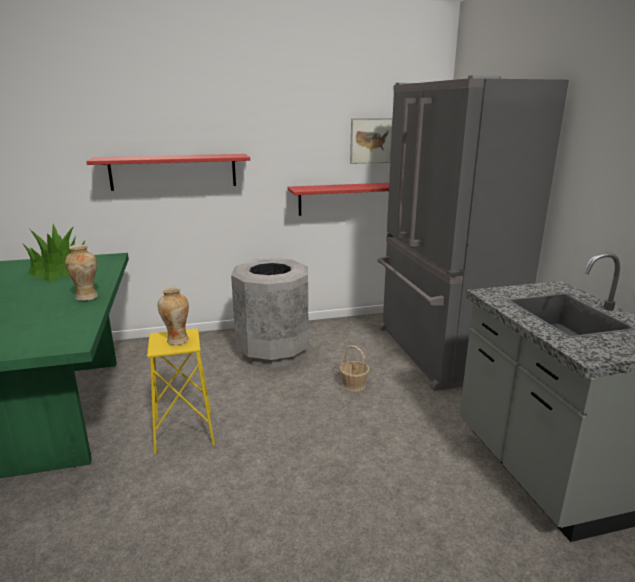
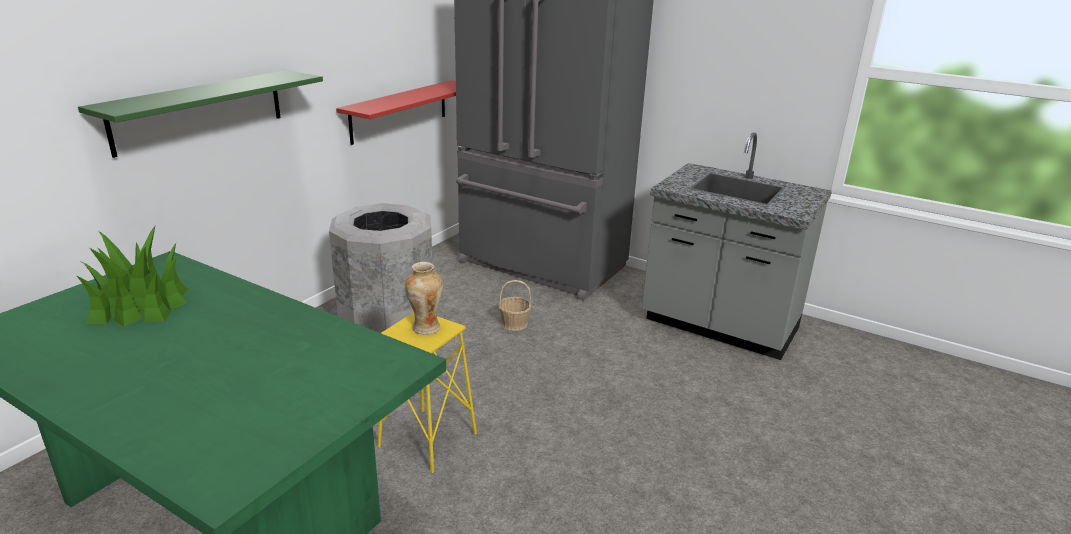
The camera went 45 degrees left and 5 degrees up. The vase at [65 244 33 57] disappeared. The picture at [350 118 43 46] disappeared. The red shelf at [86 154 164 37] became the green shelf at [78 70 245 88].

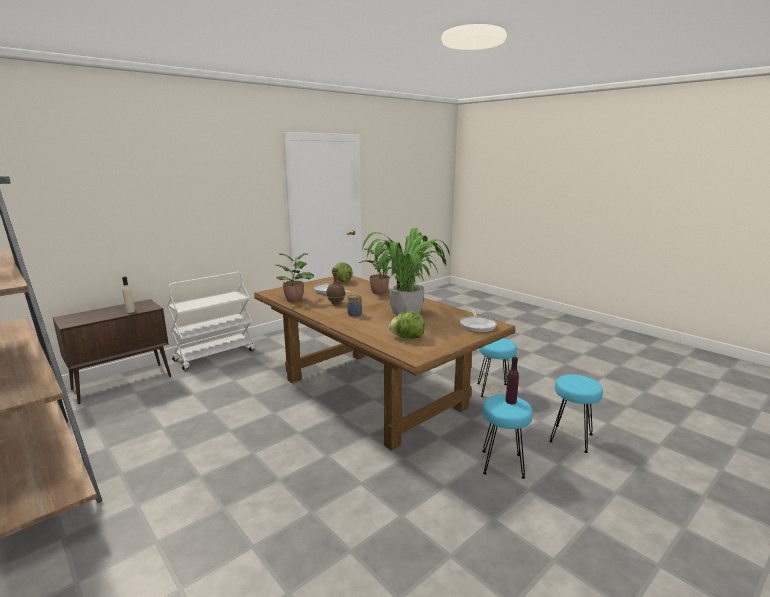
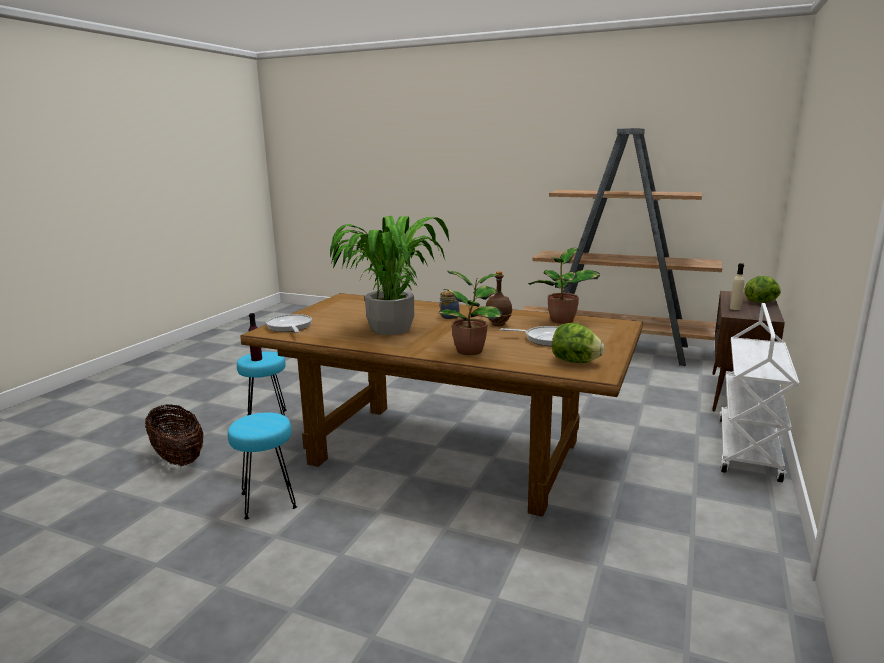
The camera went 155 degrees right and 0 degrees up. The lettuce moved from [389 311 36 28] to [744 276 37 27]. The turquoise stool at [549 374 54 79] was replaced by the basket at [145 404 59 62].

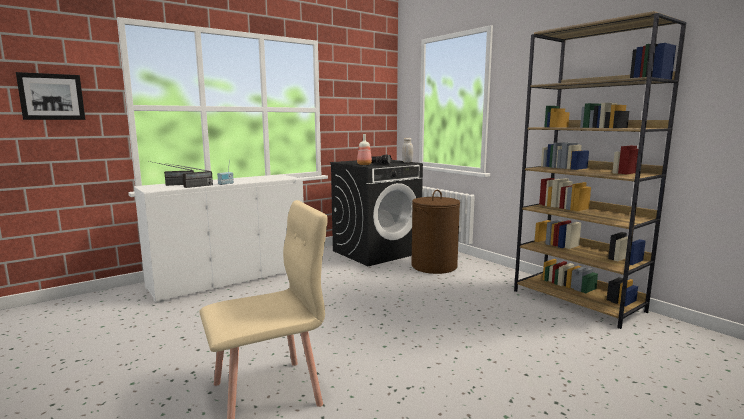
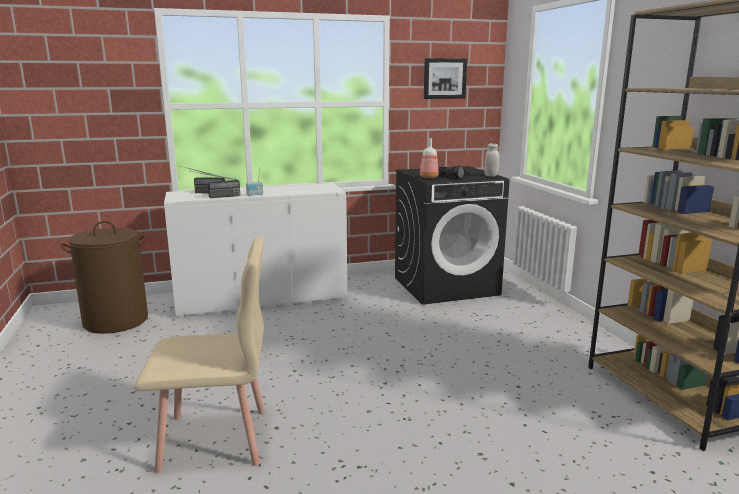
The camera went 20 degrees right and 5 degrees up. The picture moved from [16 72 69 48] to [424 58 43 41]. The brown laundry basket moved from [411 190 49 84] to [60 221 88 113].

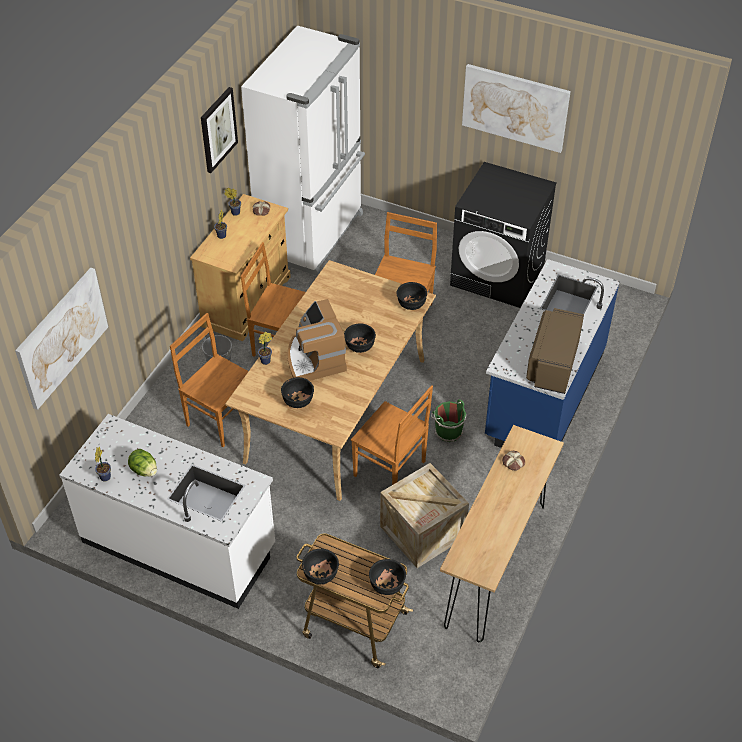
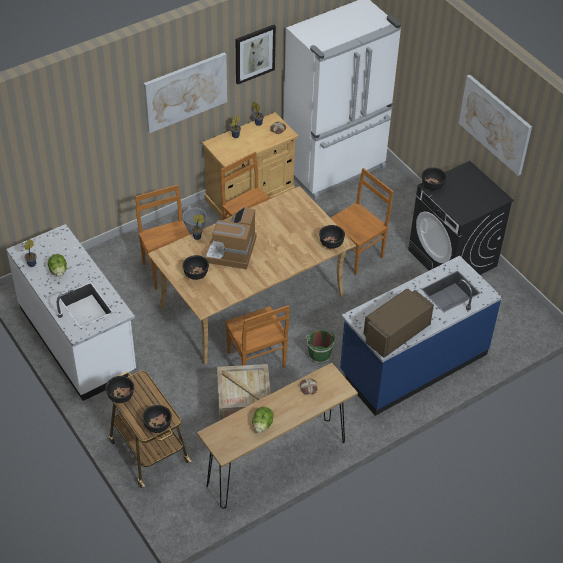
The camera went 30 degrees right and 0 degrees up. The lettuce at [252 407 22 26] appeared. The picture moved from [15 268 93 142] to [144 52 83 81]. The black bowl moved from [344 324 32 29] to [422 168 25 22].

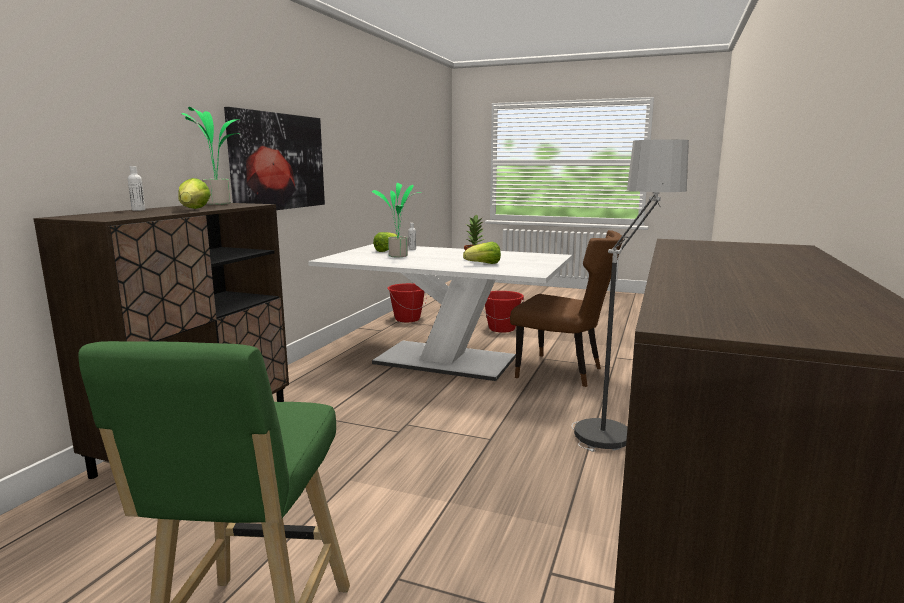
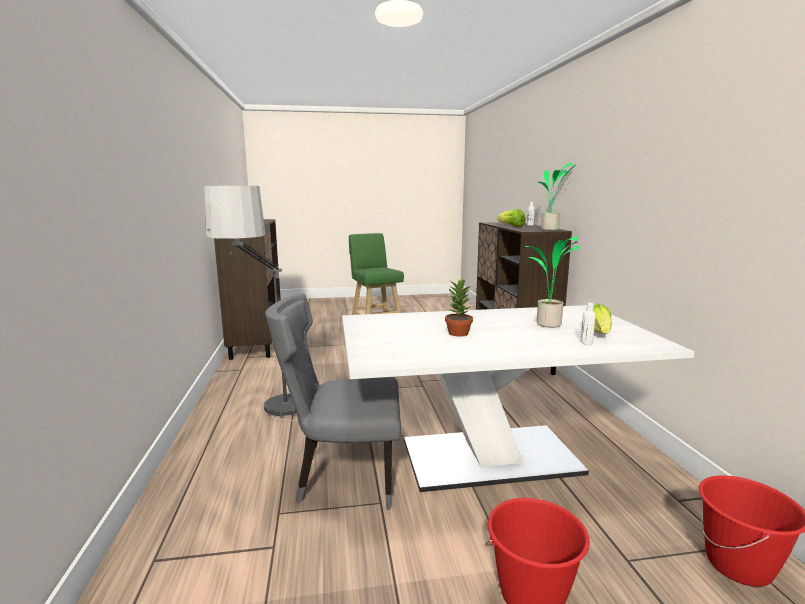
The camera went 150 degrees right and 0 degrees up. The picture at [224 107 101 103] disappeared. The lettuce at [463 242 38 22] disappeared. The brown chair at [510 230 113 157] became the grey chair at [265 293 136 217].

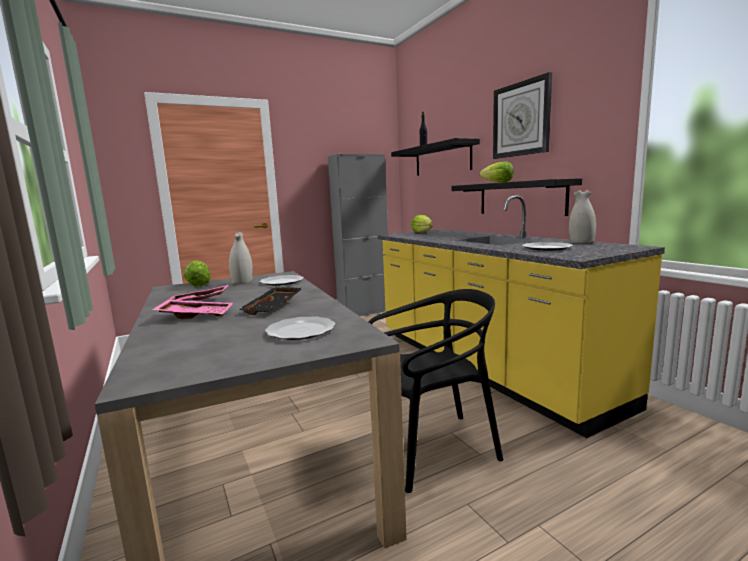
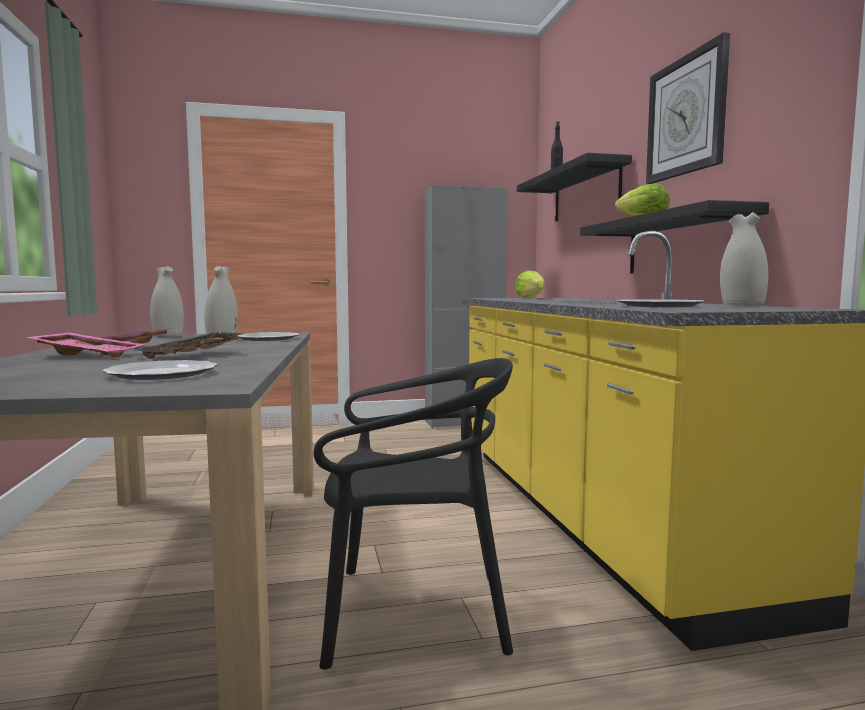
The camera went 15 degrees right and 5 degrees down. The lettuce at [184 261 27 25] was replaced by the white vase at [150 266 34 71].

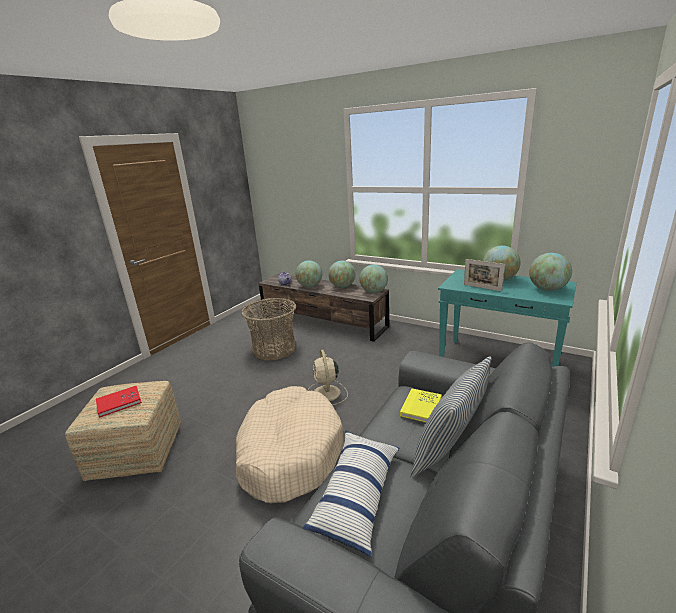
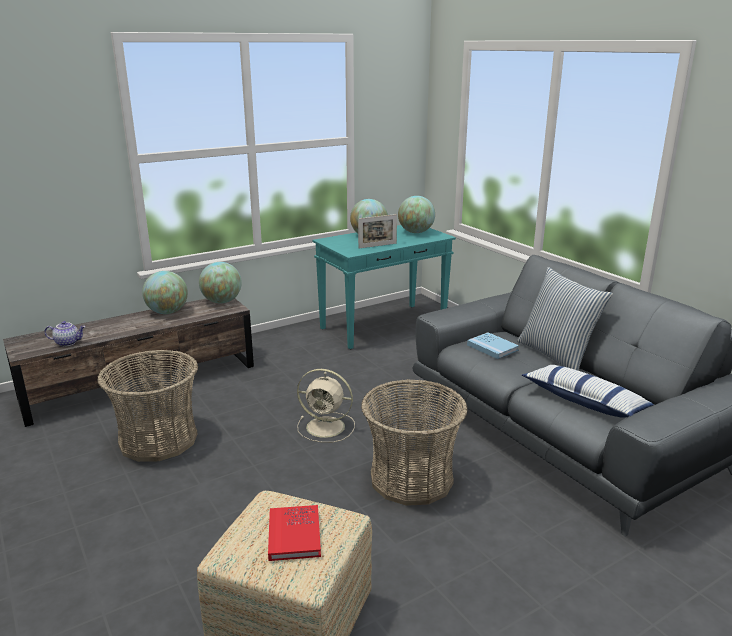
The camera went 65 degrees left and 0 degrees up. The globe at [296 260 26 27] disappeared. The beige dog bed at [236 386 108 117] was replaced by the basket at [361 379 106 127]. The yellow book at [400 388 42 34] became the blue book at [467 332 52 27].

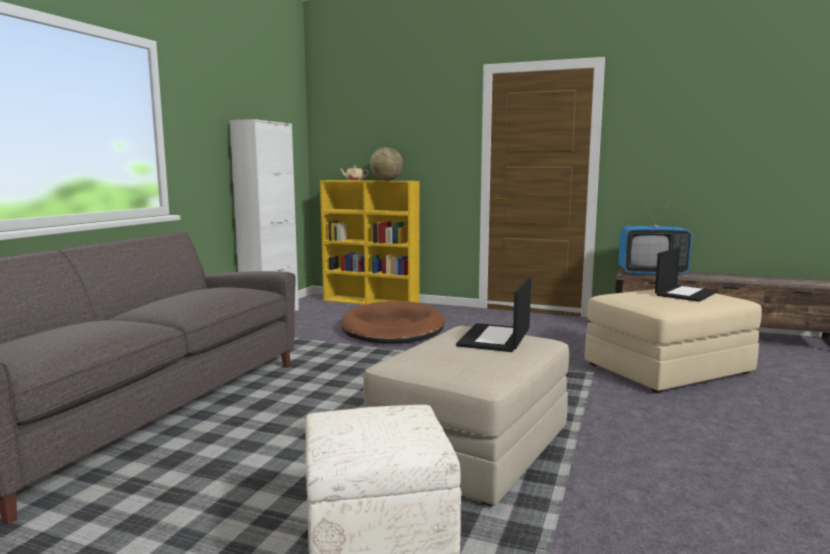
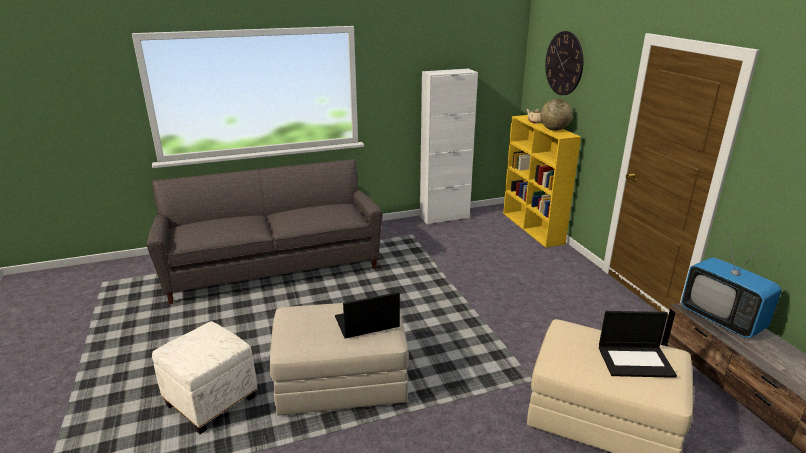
The camera went 50 degrees right and 15 degrees up. The brown dog bed at [341 301 103 43] disappeared. The wall clock at [545 31 39 64] appeared.

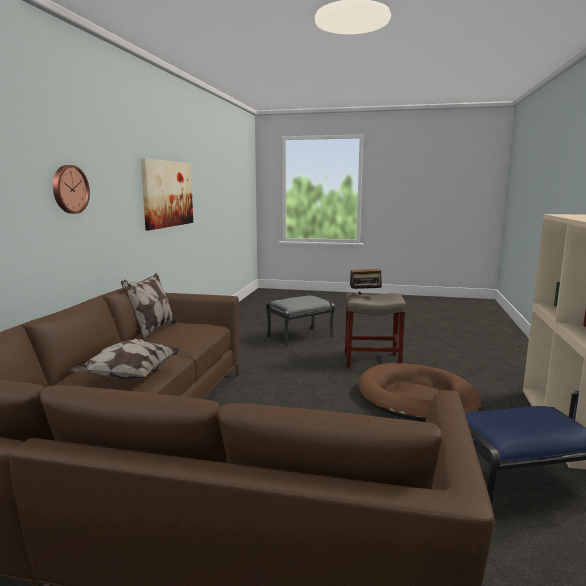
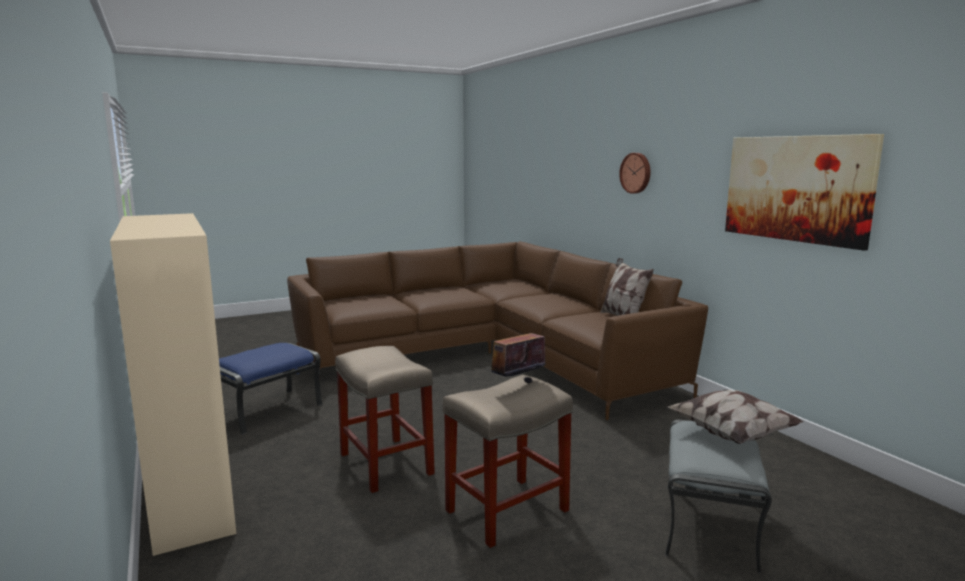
The camera went 140 degrees right and 0 degrees up. The pillow moved from [70 339 111 40] to [668 390 136 54]. The brown dog bed at [359 363 123 59] was replaced by the beige stool at [335 346 100 147].

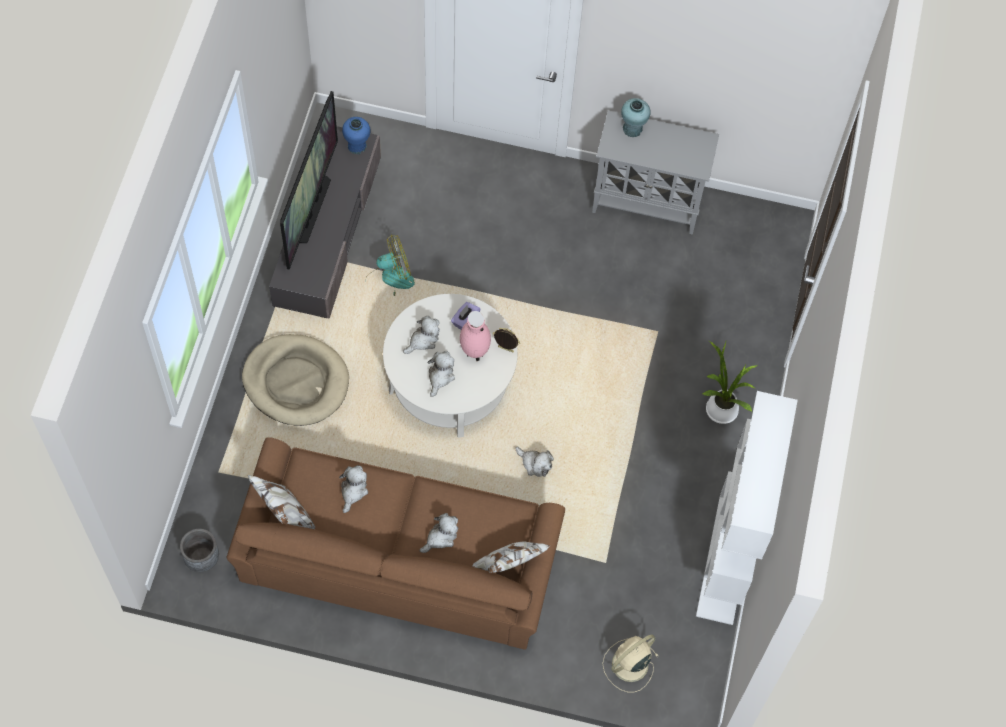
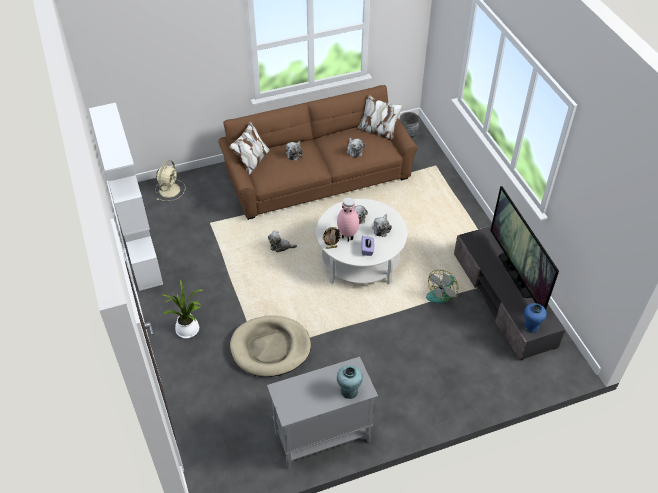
The camera went 150 degrees right and 15 degrees down. The beige dog bed moved from [242 334 107 92] to [230 315 81 62].

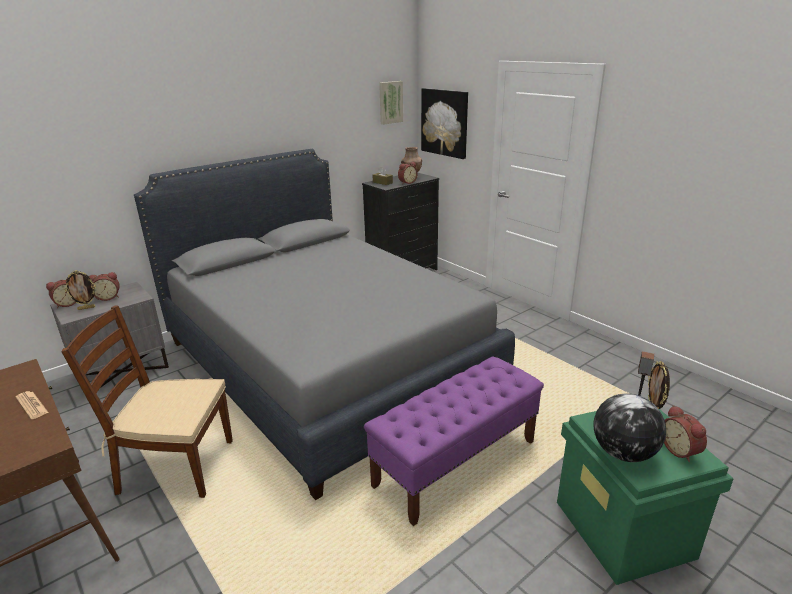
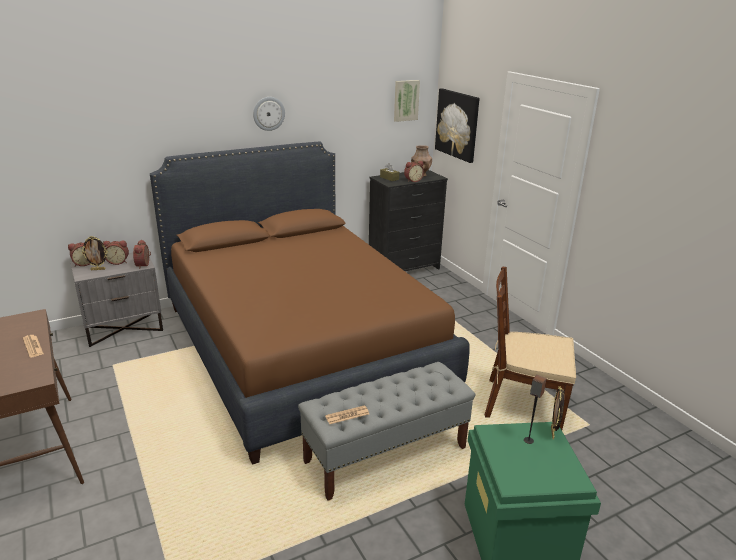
The camera went 10 degrees right and 0 degrees up. The globe at [593 393 73 69] disappeared. The wall clock at [253 97 32 34] appeared. The newspaper at [325 405 44 19] appeared. The brown chair moved from [61 306 172 192] to [484 267 92 163]. The alarm clock moved from [664 405 43 57] to [133 240 18 29]. The grey bed at [134 149 381 351] became the brown bed at [150 141 320 324]. The purple bench at [364 356 180 170] became the grey bench at [298 362 177 139].

